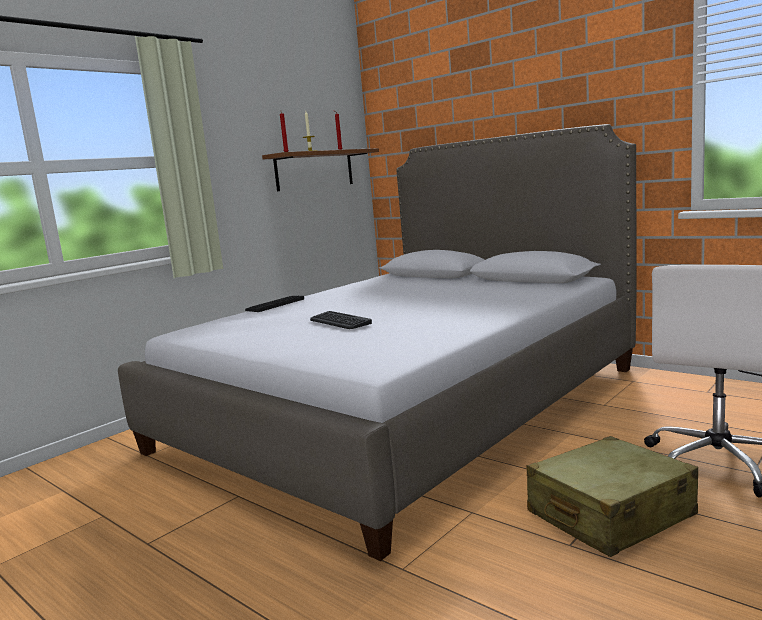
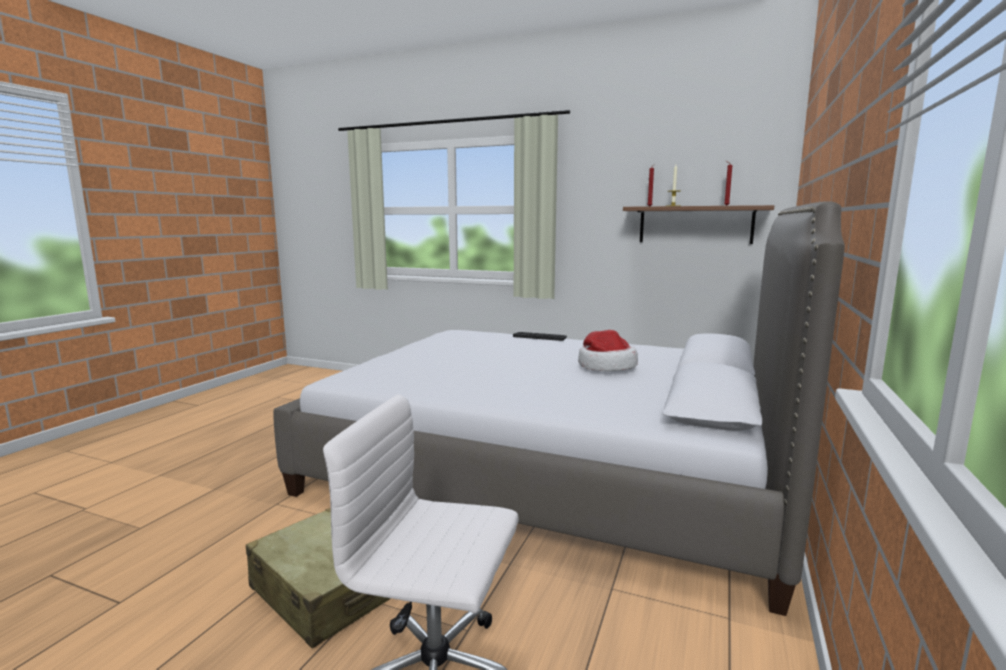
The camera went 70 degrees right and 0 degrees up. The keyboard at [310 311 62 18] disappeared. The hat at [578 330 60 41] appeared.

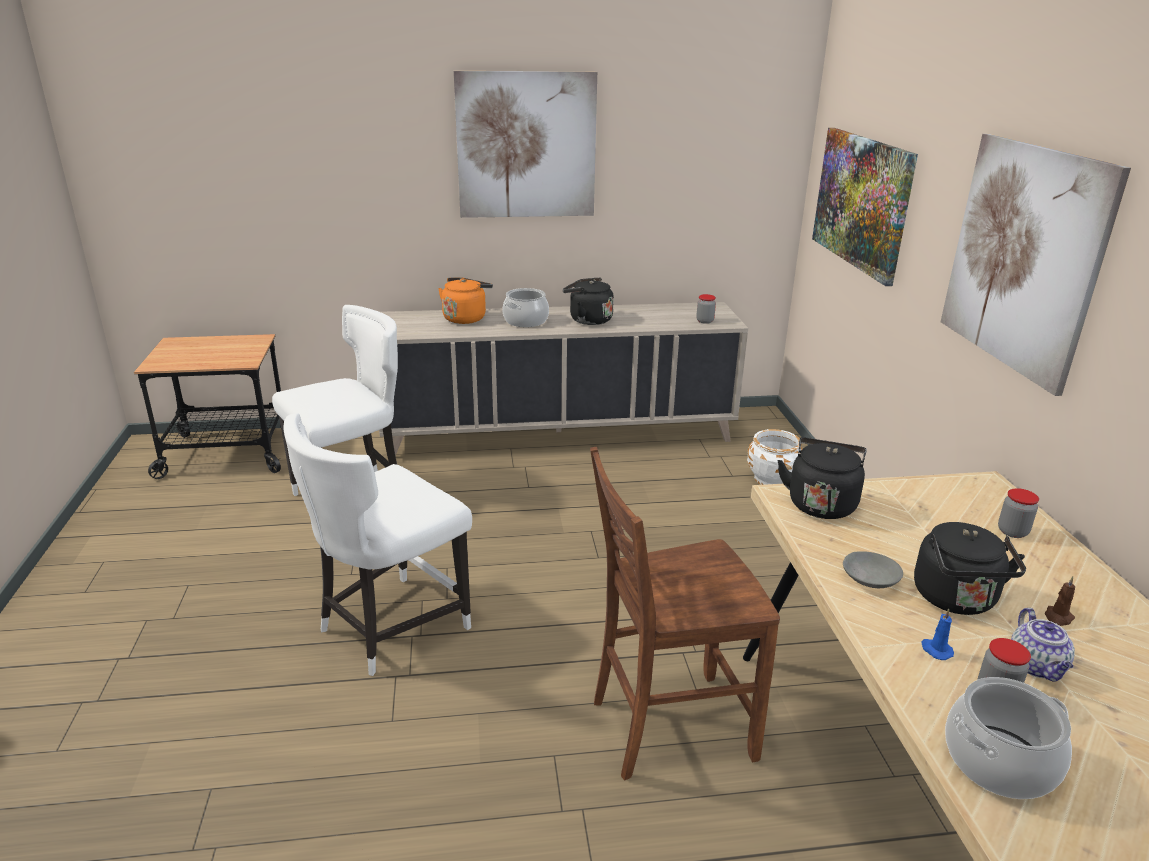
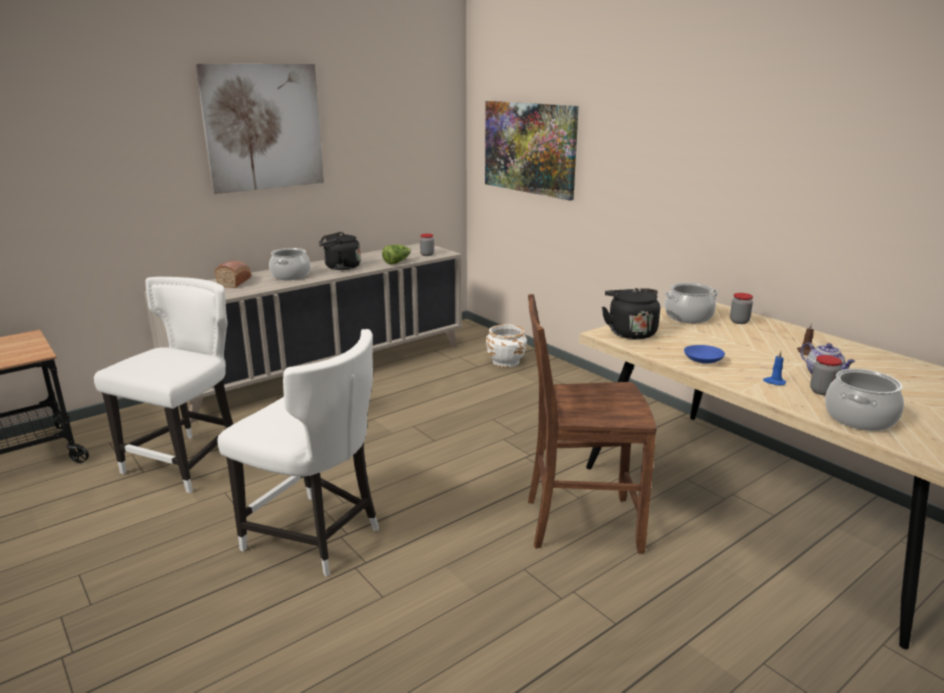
The camera went 30 degrees left and 5 degrees down. The black kettle at [914 522 112 93] disappeared. The picture at [941 134 190 262] disappeared. The lettuce at [382 245 29 20] appeared. The cooking pot at [665 283 53 40] appeared. The orange kettle at [438 277 55 47] was replaced by the bread at [215 261 37 27]. The grey bowl at [843 551 60 37] became the blue bowl at [684 345 41 19]. The white chair at [283 413 189 263] turned 75 degrees counterclockwise. The brown chair at [590 447 190 333] turned 45 degrees clockwise.

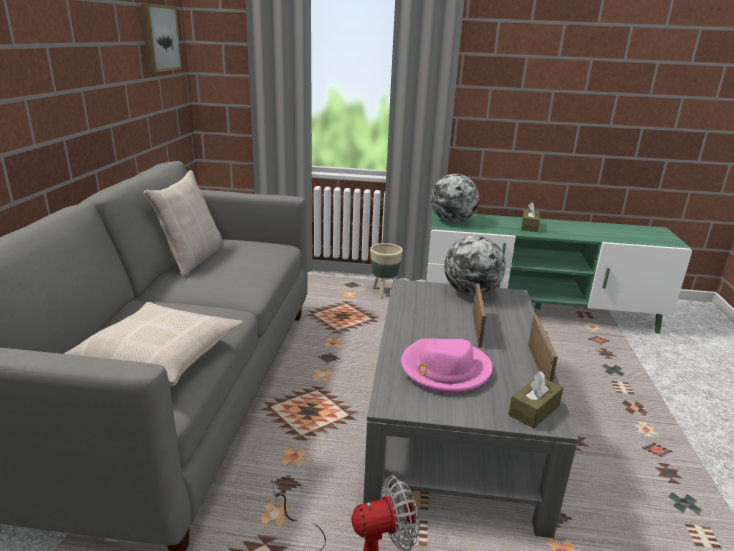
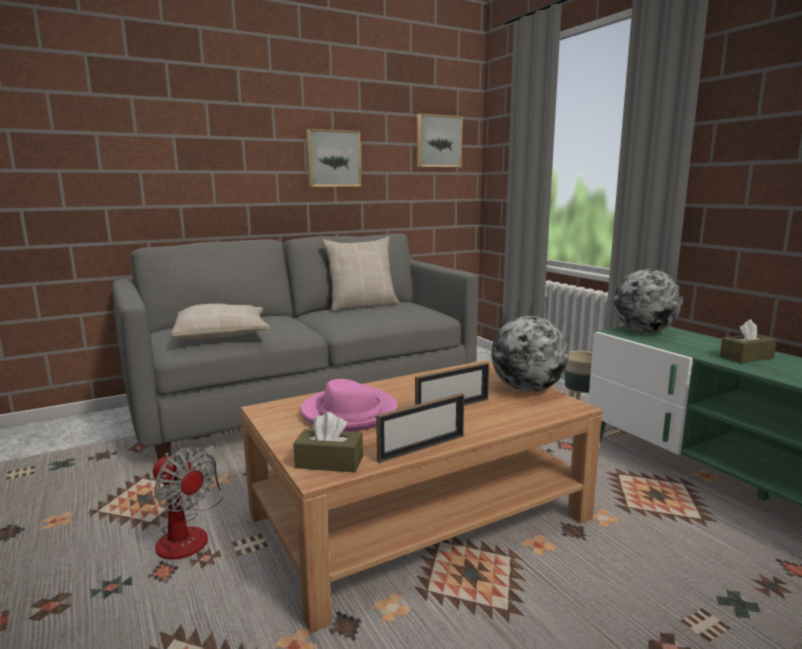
The camera went 55 degrees right and 10 degrees down. The picture at [306 129 55 58] appeared. The grey coffee table at [363 279 215 259] became the brown coffee table at [241 360 362 273].

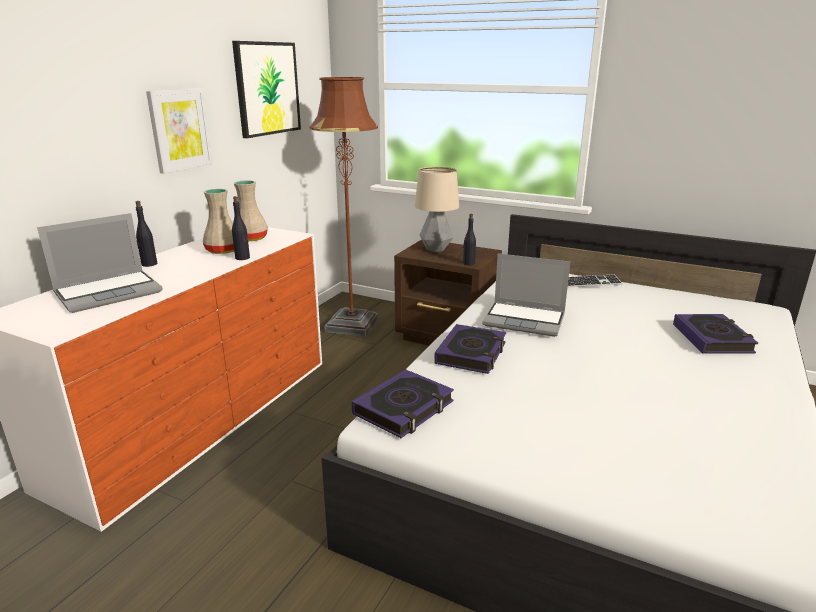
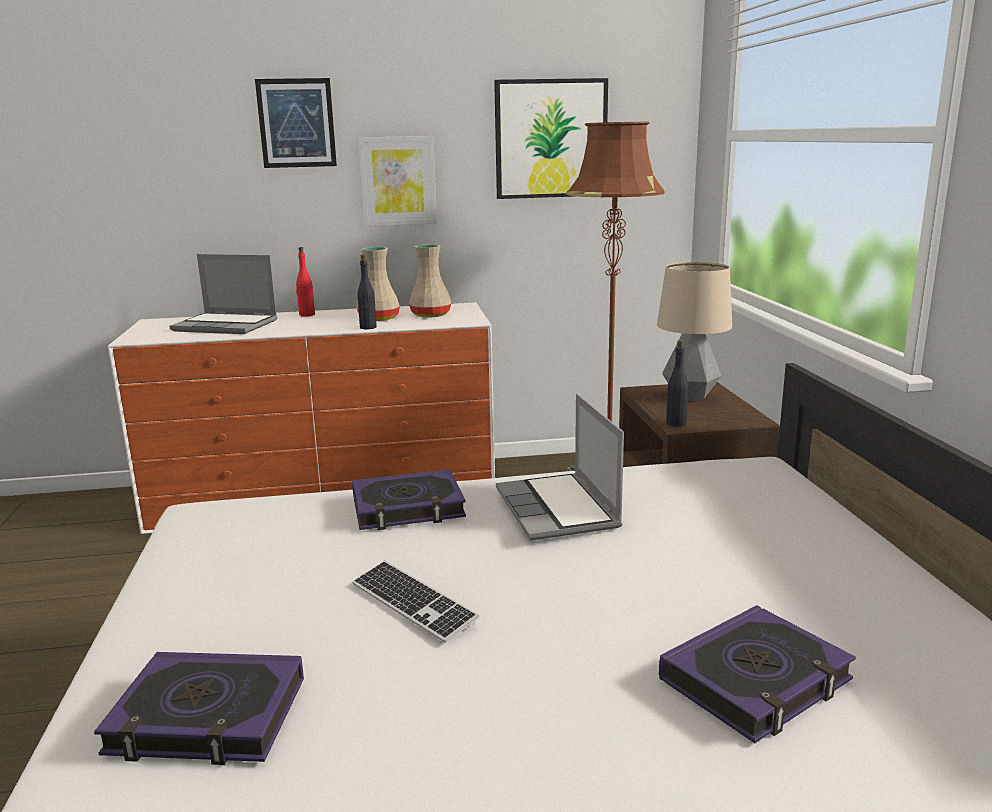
The camera went 55 degrees right and 5 degrees down. The picture at [255 78 82 90] appeared. The book moved from [352 369 102 69] to [94 652 210 113]. The keyboard moved from [568 274 55 13] to [352 561 128 82]. The black bottle at [136 201 21 66] became the red bottle at [296 247 19 70].

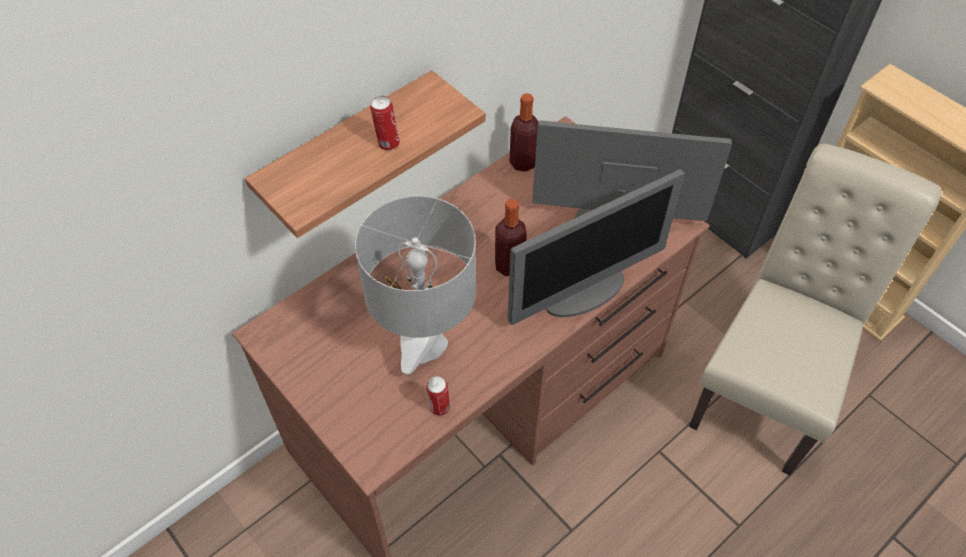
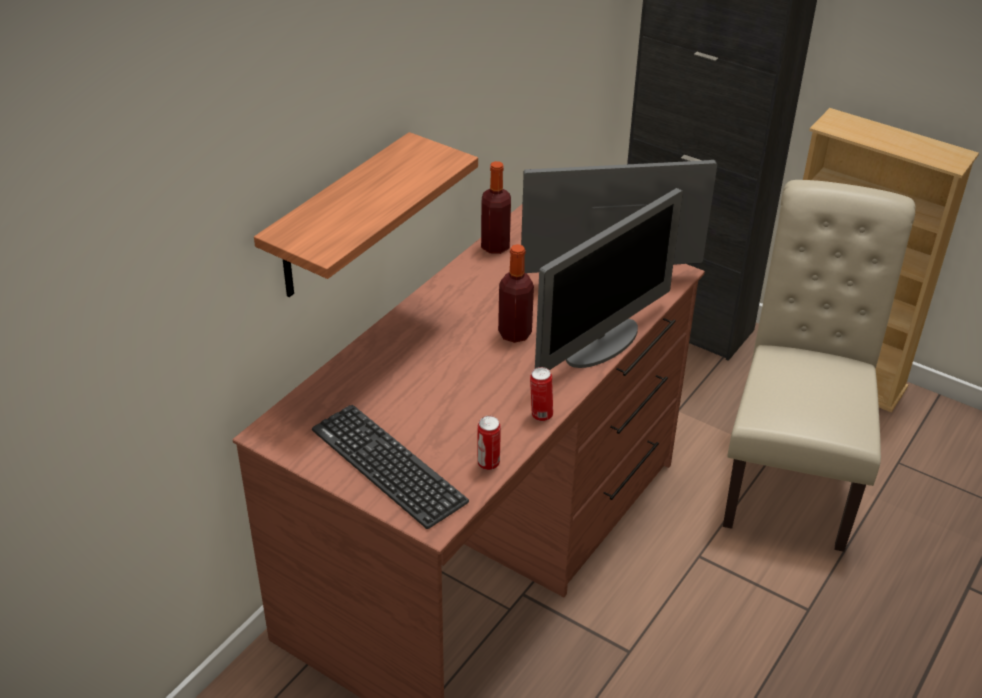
The camera went 15 degrees left and 15 degrees down. The grey table lamp at [355 196 121 178] disappeared. The keyboard at [312 405 157 124] appeared. The can moved from [370 96 30 55] to [530 367 23 54].

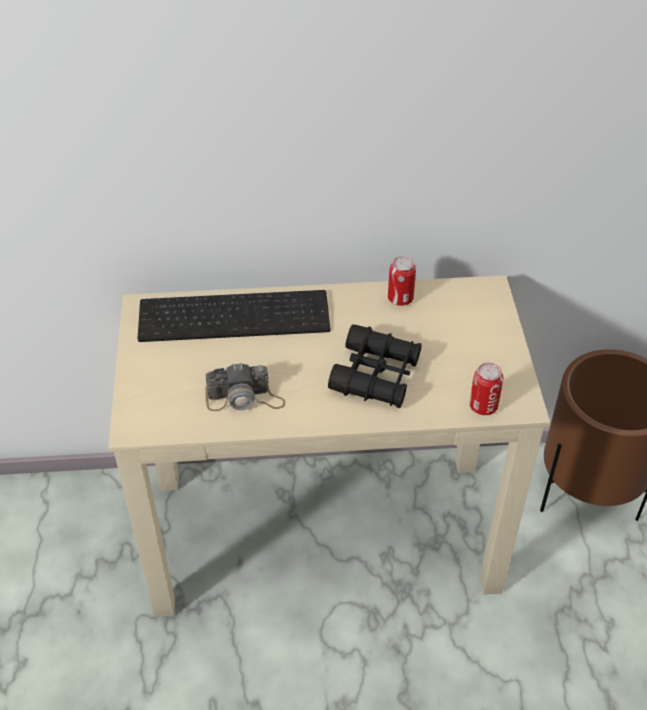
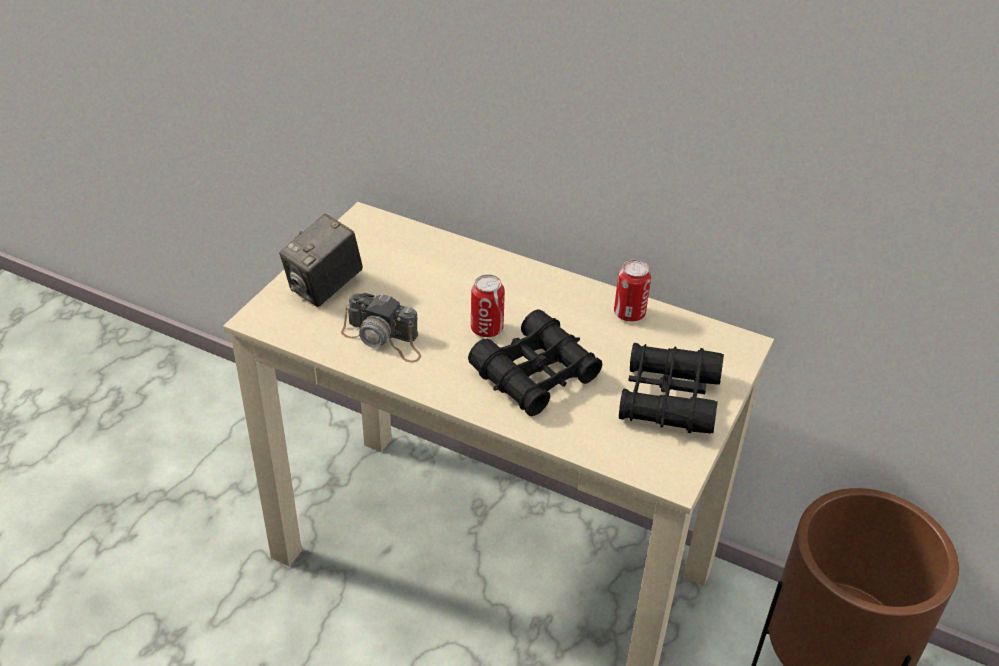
The camera went 30 degrees right and 5 degrees down. The keyboard at [138 290 192 52] disappeared. The photo camera at [279 214 84 93] appeared. The black binoculars at [619 343 105 90] appeared. The can moved from [469 362 35 53] to [471 274 34 63].

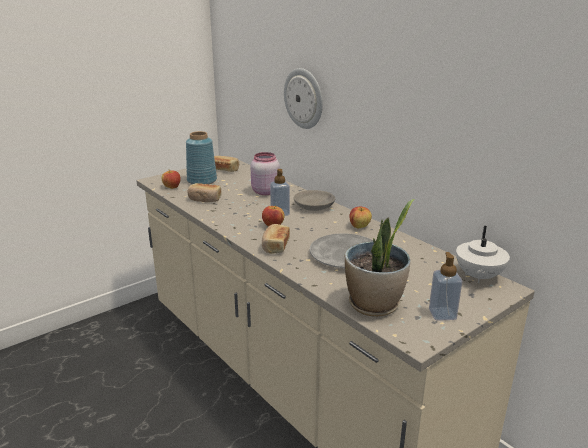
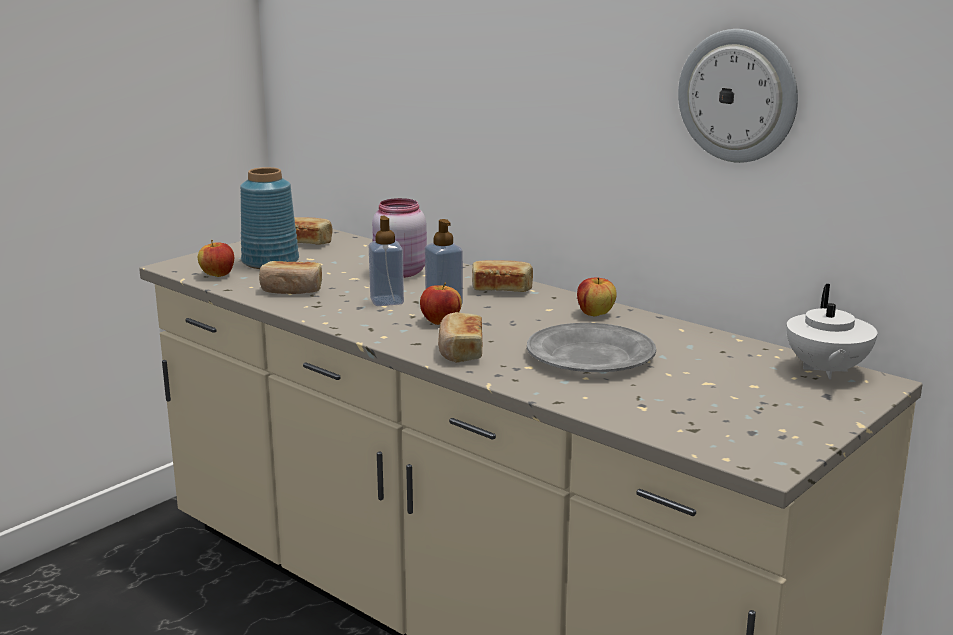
The camera went 10 degrees left and 5 degrees down. The potted plant at [345 199 69 118] disappeared. The wall clock moved from [284 68 39 61] to [678 29 120 134]. The soap dispenser moved from [429 252 33 69] to [369 216 35 90]. The grey bowl at [294 190 41 21] was replaced by the bread at [472 260 61 32].

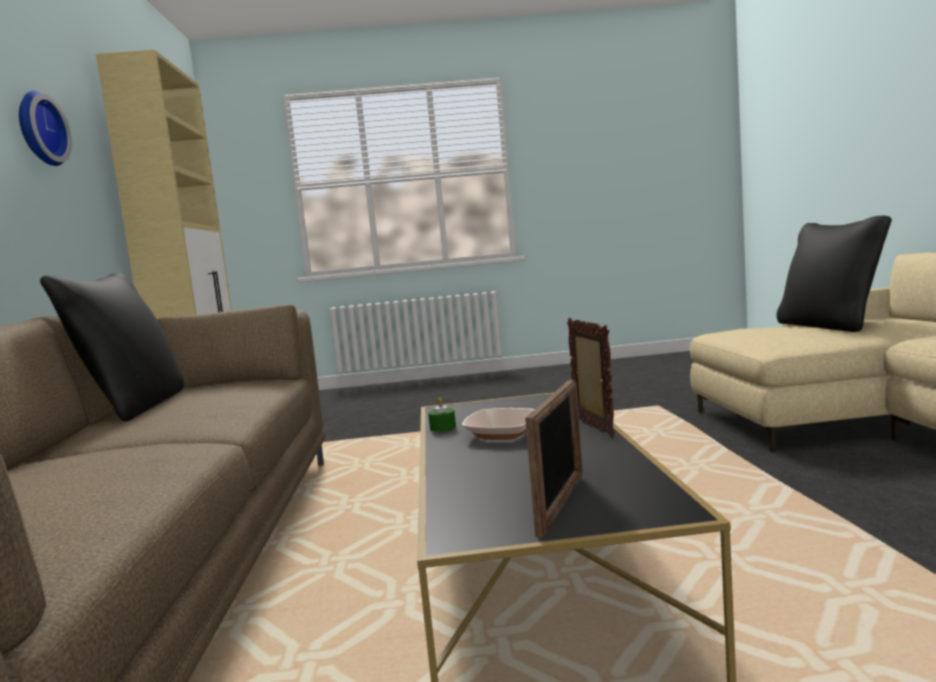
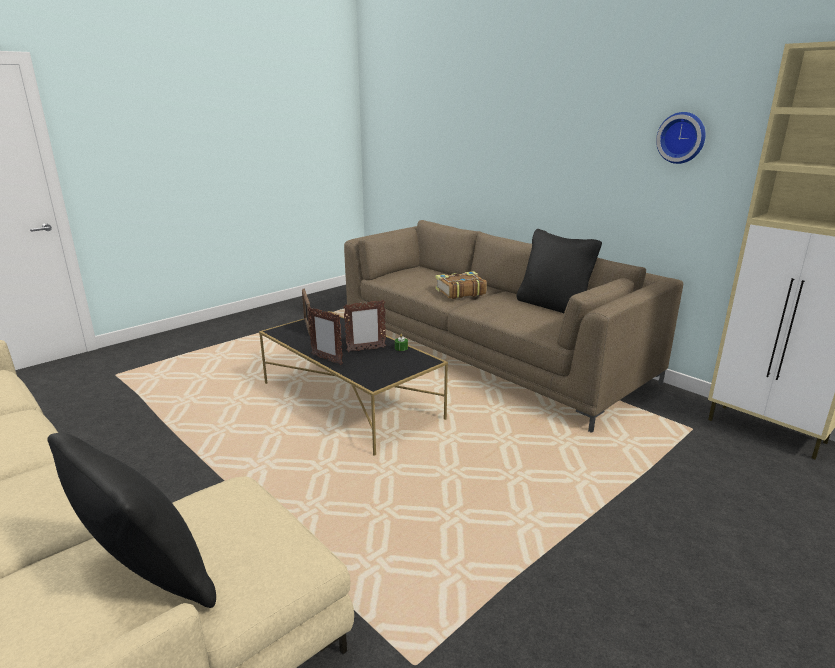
The camera went 140 degrees right and 15 degrees up. The book at [435 271 52 28] appeared. The bowl at [462 408 73 32] was replaced by the picture frame at [343 300 43 52].

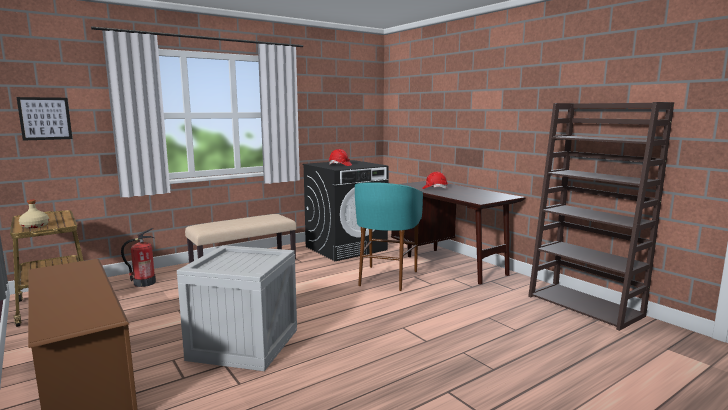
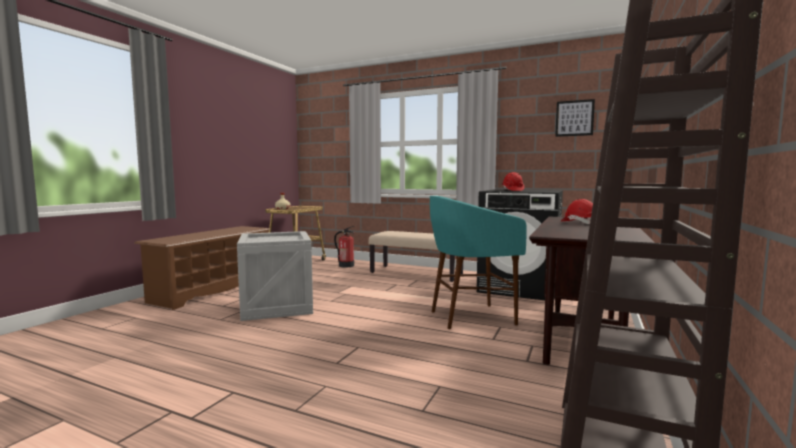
The camera went 60 degrees right and 5 degrees down. The picture moved from [17 97 55 44] to [555 99 40 38].

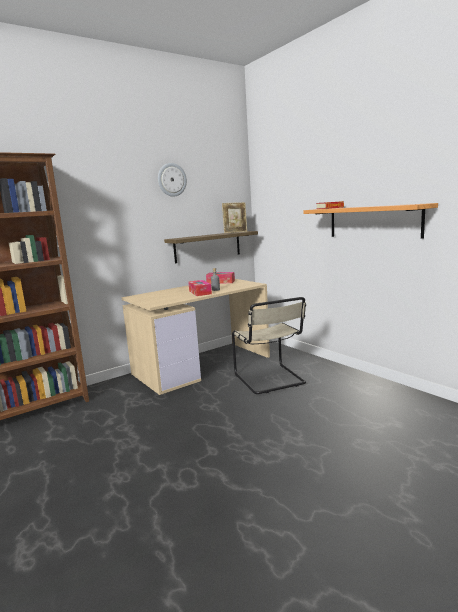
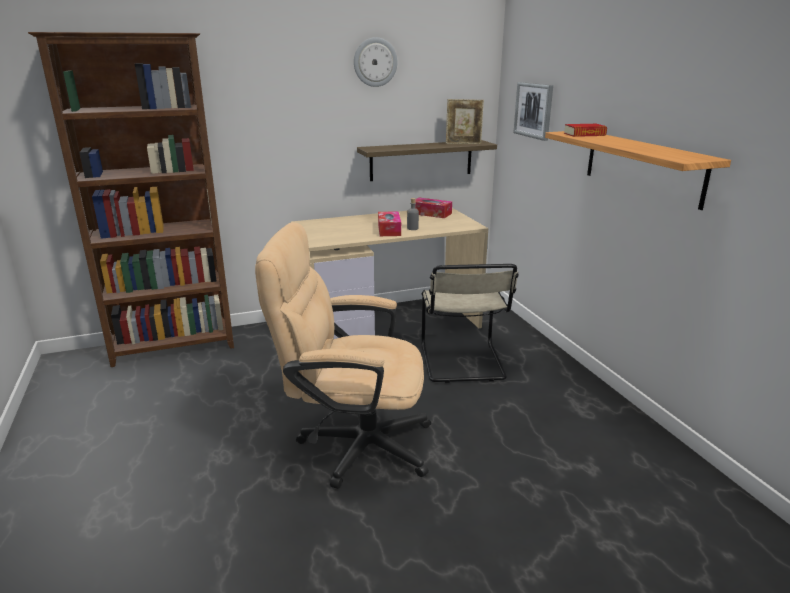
The camera went 15 degrees right and 10 degrees up. The beige office chair at [255 222 176 267] appeared. The picture at [513 82 40 59] appeared.

